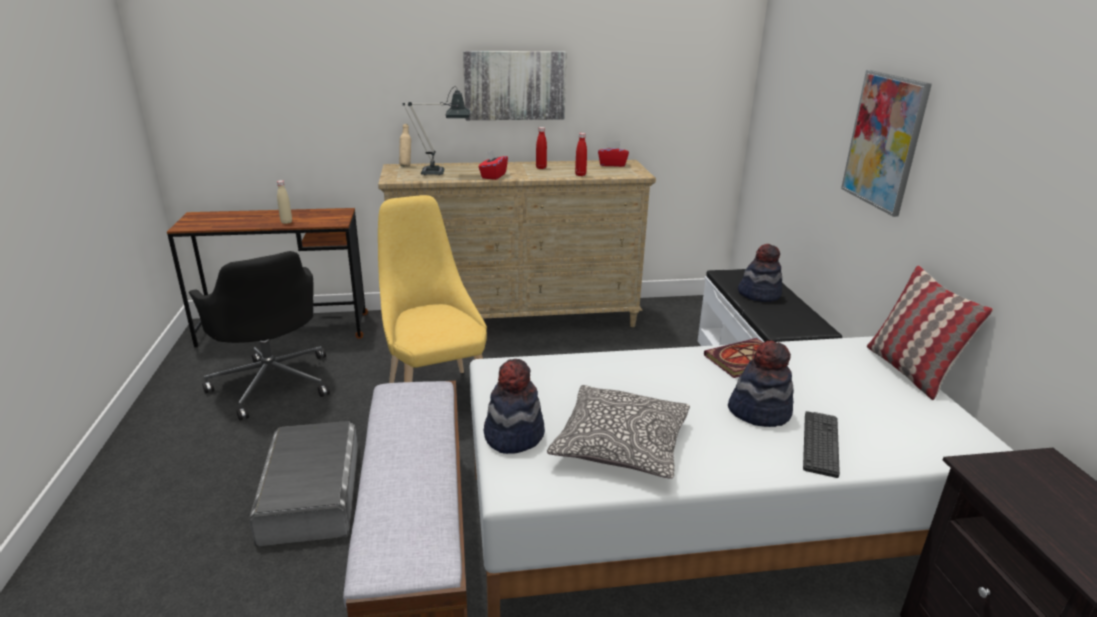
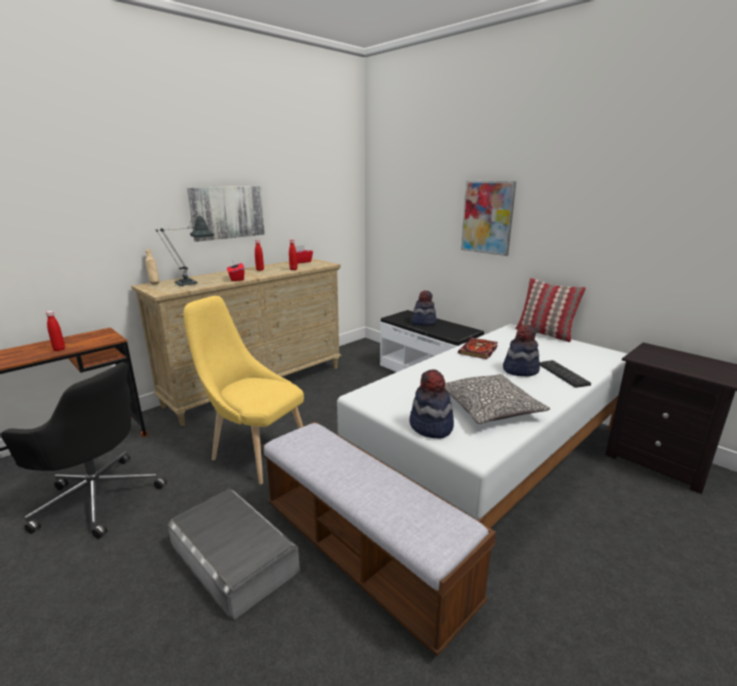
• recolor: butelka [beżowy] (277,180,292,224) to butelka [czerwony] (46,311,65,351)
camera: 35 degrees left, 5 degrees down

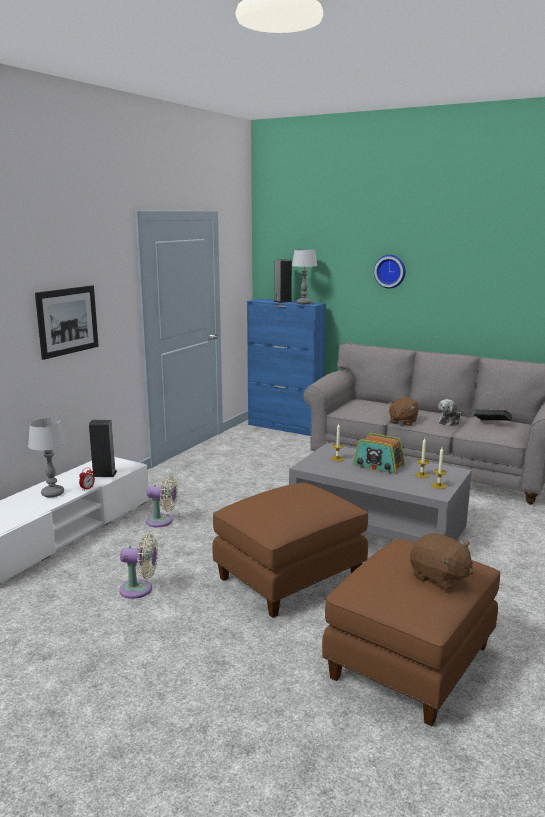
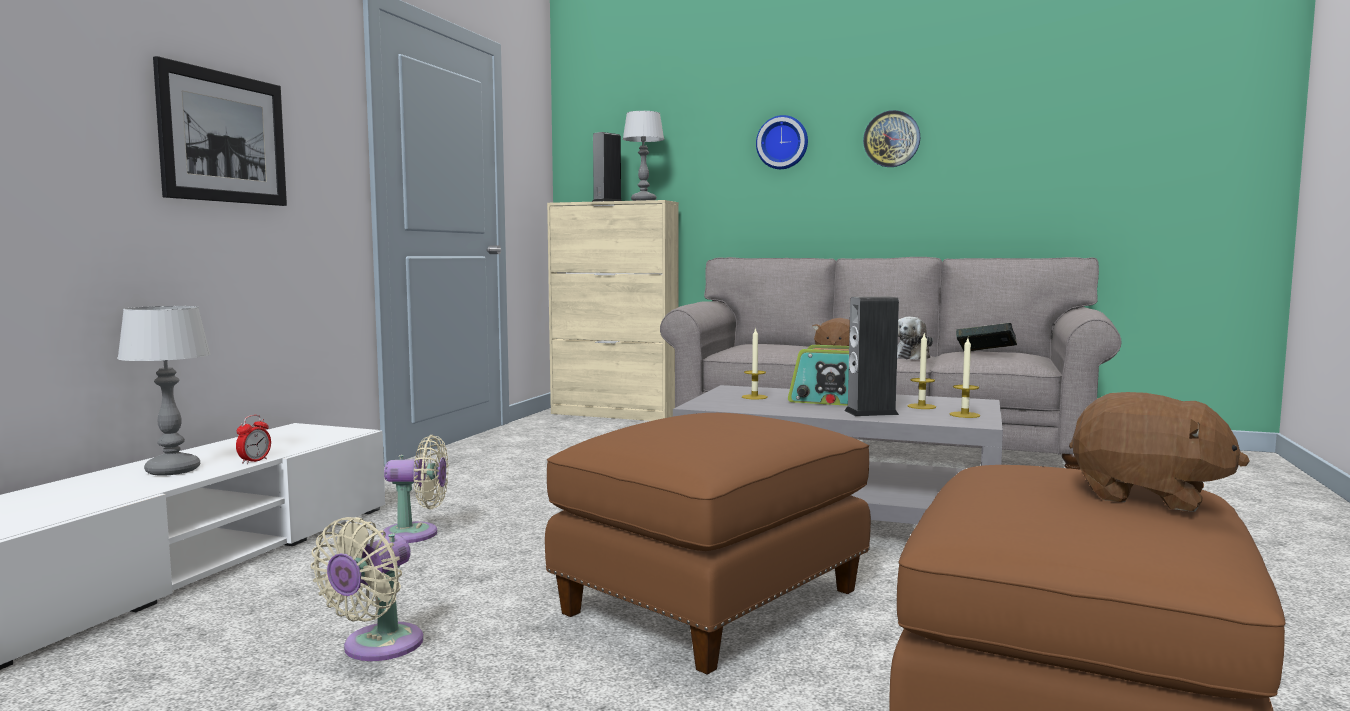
• move: głośnik (89,420,117,477) to (844,297,899,416)
• rotate: wentylator [beżowy] (119,534,158,599) = (311,517,423,661) 120 degrees clockwise
• recolor: szafka [niebieski] (247,299,326,436) to szafka [beżowy] (547,200,679,421)
• insert: zegar ścienny (863,110,920,167)
camera: 10 degrees left, 10 degrees down

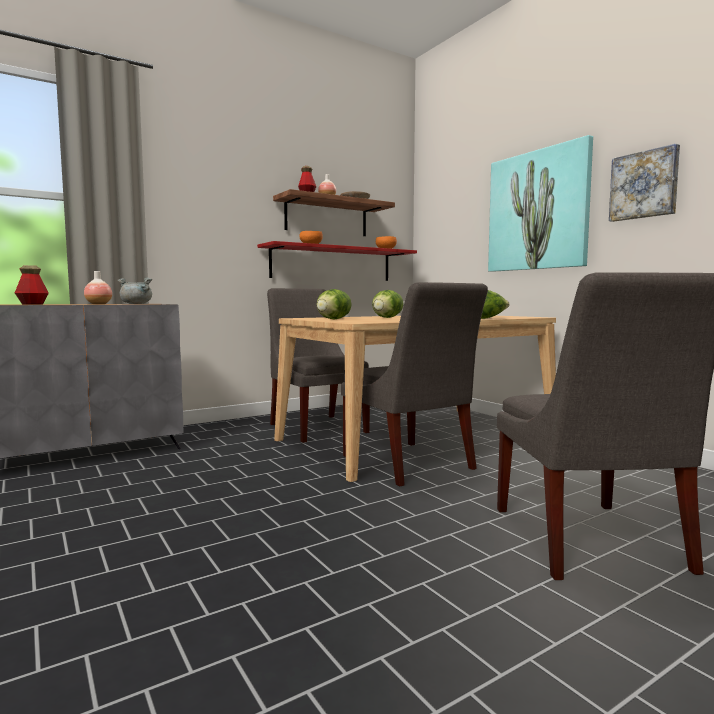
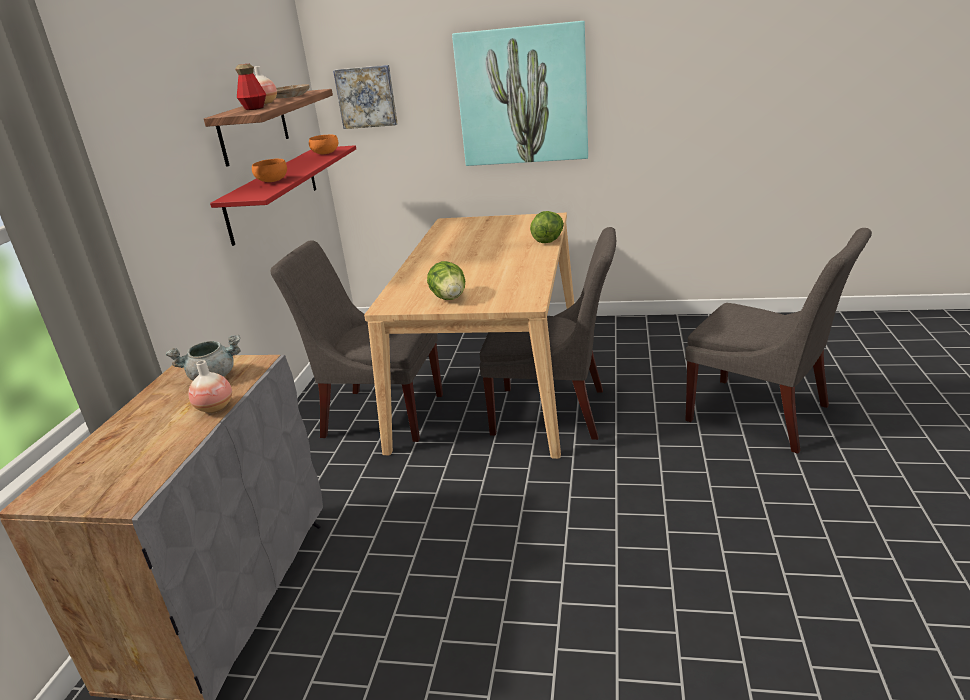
• delete: butelka (15,265,49,305)
• delete: sałata (372,290,403,318)
• move: obraz (609,144,680,222) to (333,65,398,129)
camera: 45 degrees left, 20 degrees up

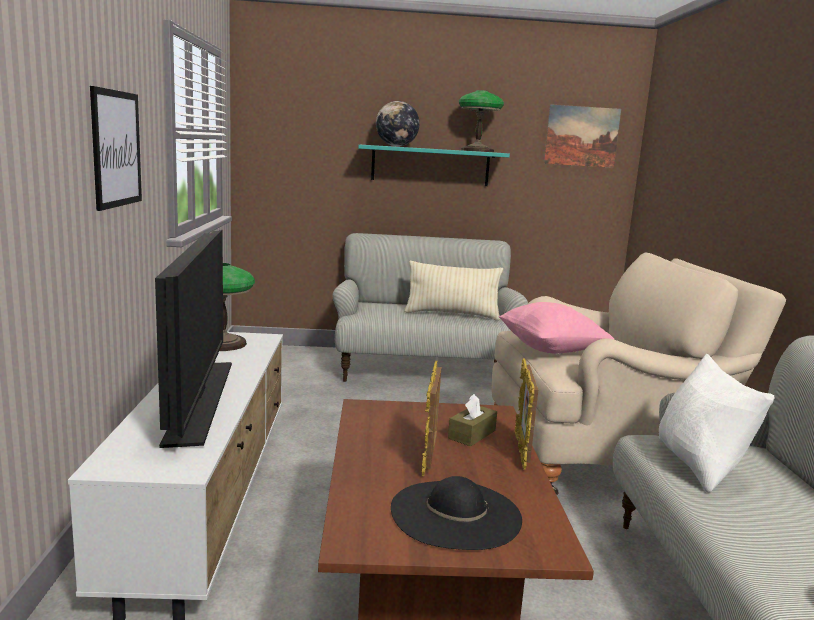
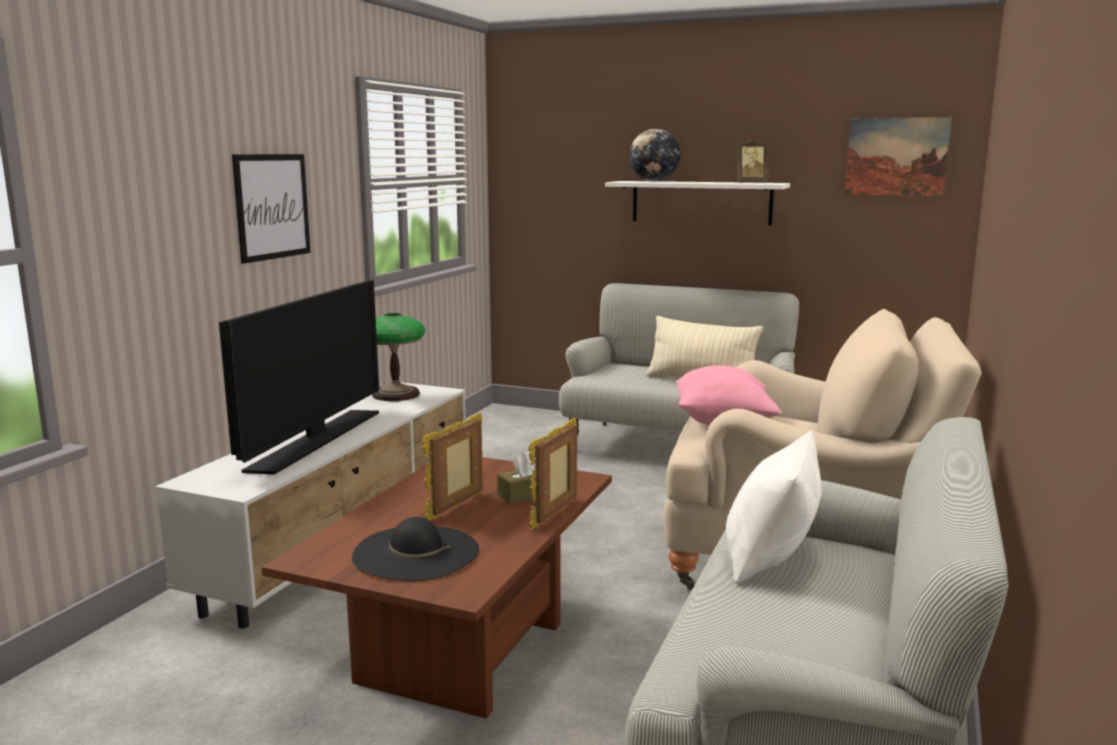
• recolor: półka [turkusowy] (358,145,510,186) to półka [biały] (605,181,790,225)
• replace: lampa stołowa (459,90,504,152) to ramka na zdjęcie (737,137,768,183)
camera: 25 degrees right, 0 degrees up

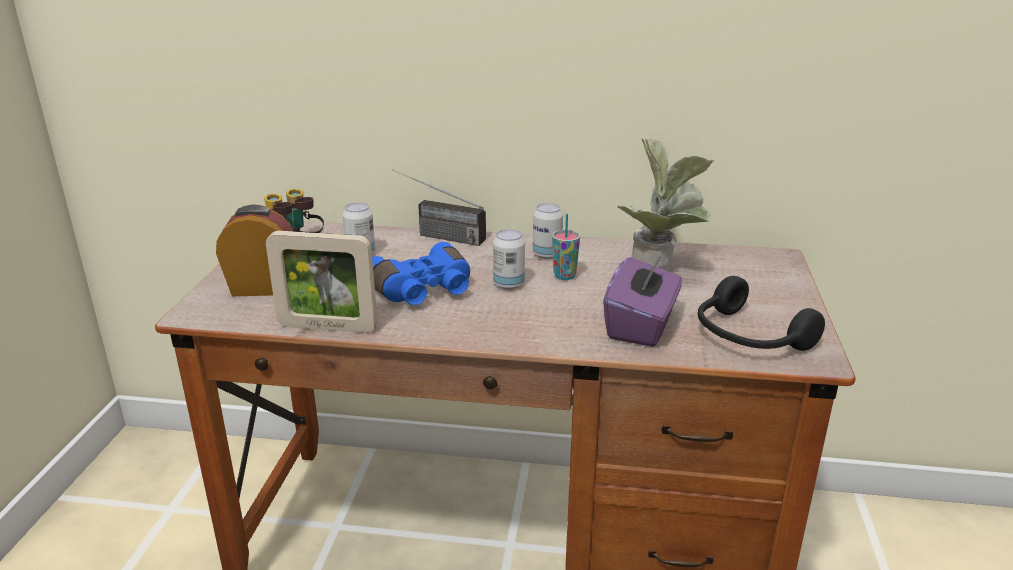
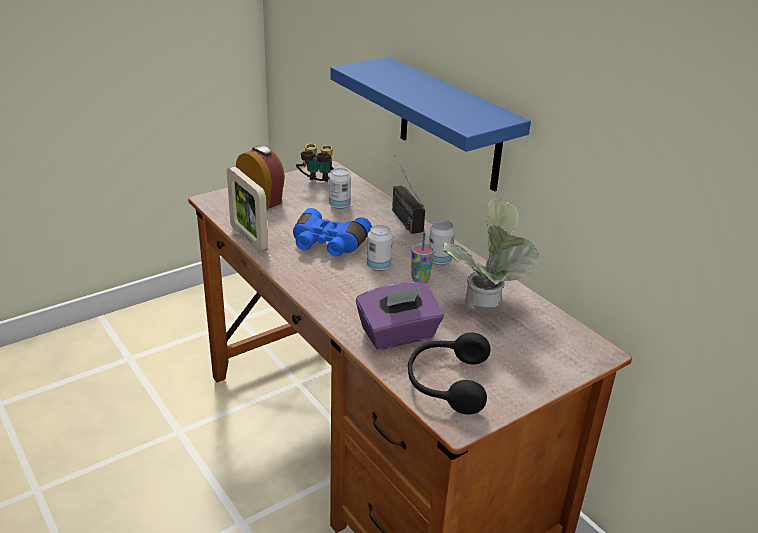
• insert: półka [niebieski] (331,57,531,192)
camera: 45 degrees right, 5 degrees up

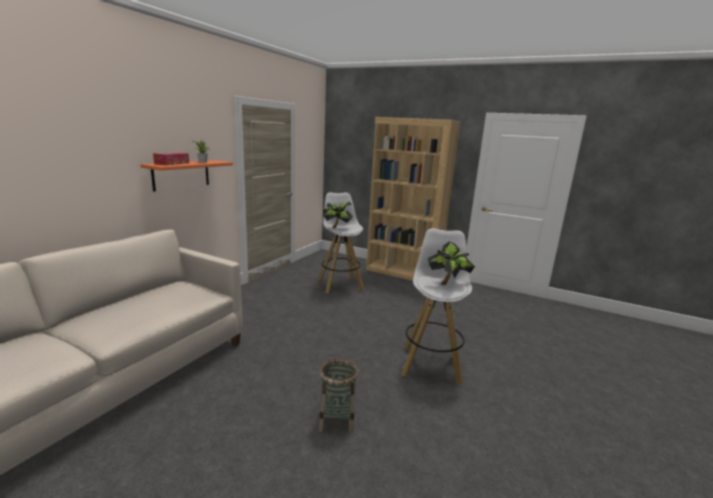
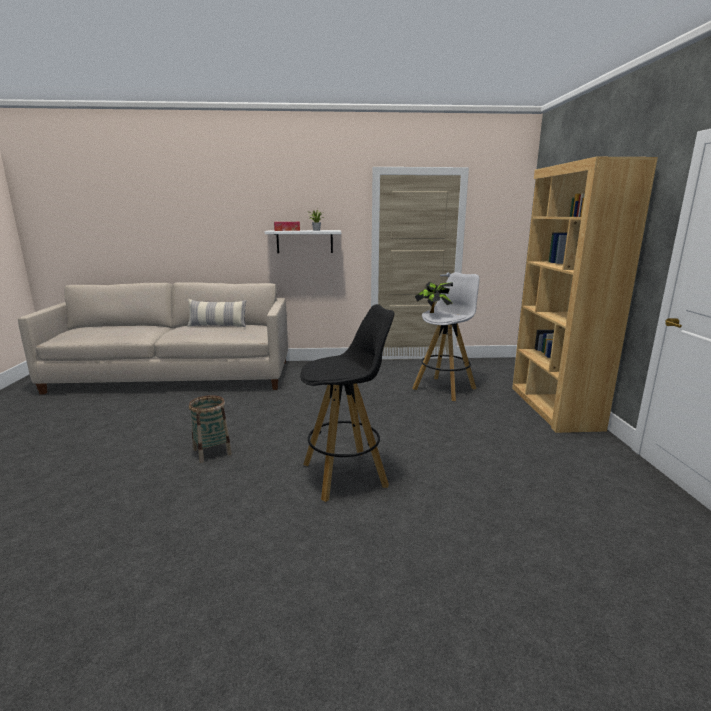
• recolor: półka [pomarańczowy] (140,160,233,192) to półka [biały] (265,230,341,253)
• recolor: stołek [biały] (401,228,472,385) to stołek [czarny] (300,304,395,502)
• delete: roślina doniczkowa (427,241,475,285)
• insert: poduszka (187,299,246,327)
camera: 60 degrees right, 0 degrees up

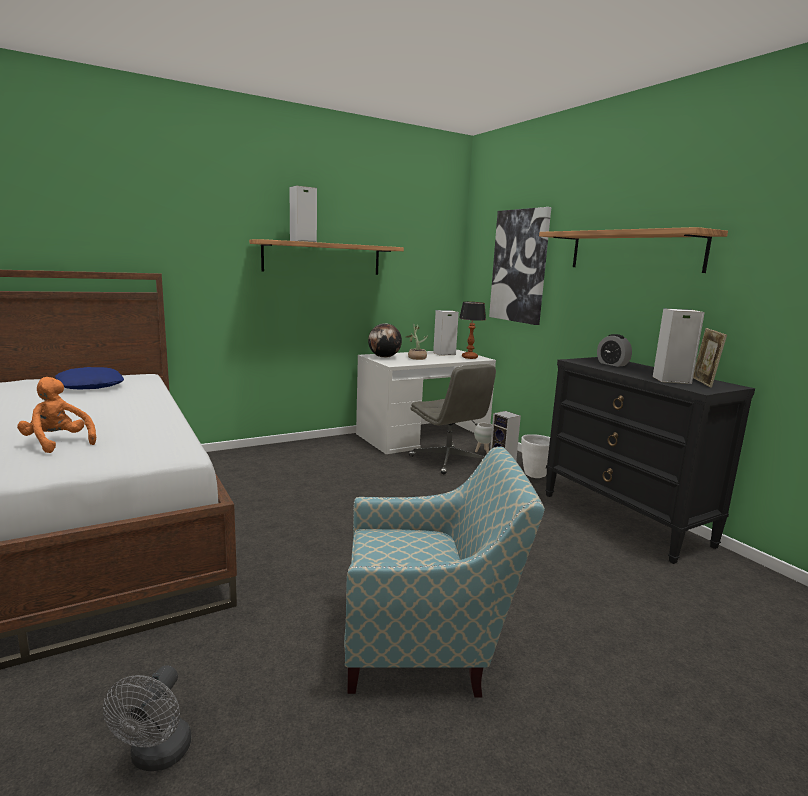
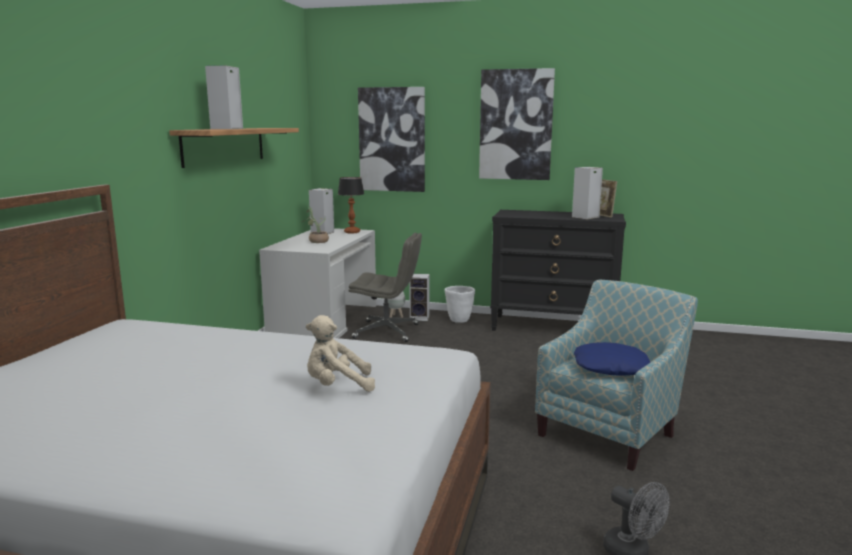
• recolor: pluszak [pomarańczowy] (17,377,96,453) to pluszak [beżowy] (306,315,375,392)
• move: poduszka [niebieski] (55,367,124,389) to (574,342,650,376)
• delete: globus (368,323,402,358)
• replace: półka (539,227,728,273) to obraz (479,68,555,180)
• delete: budzik (597,334,632,367)
camera: 45 degrees left, 0 degrees up

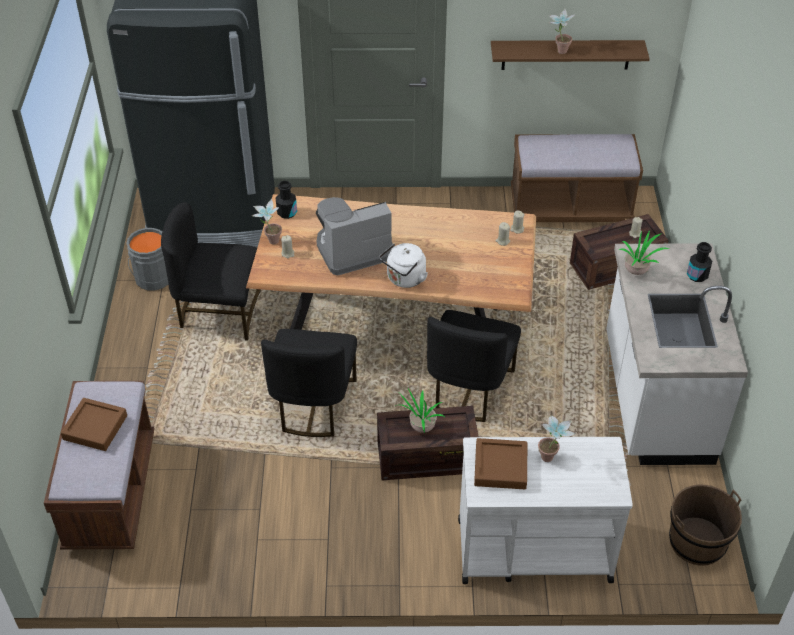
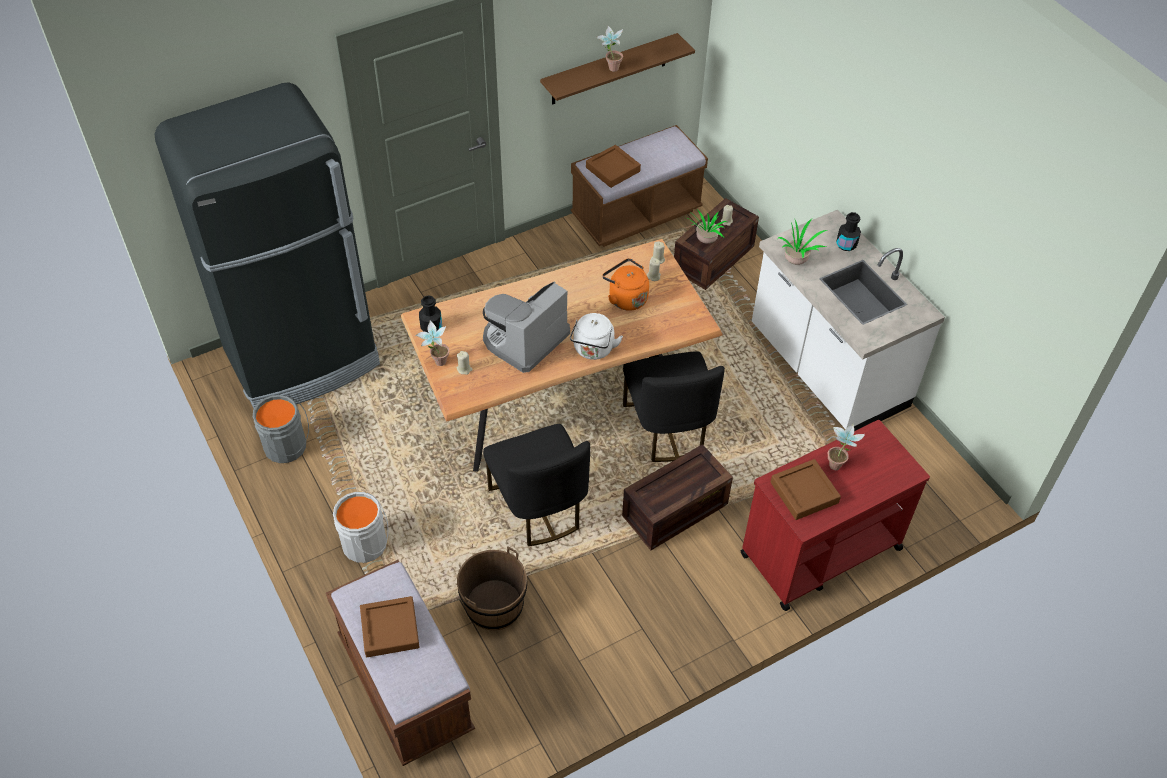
• delete: krzesło [czarny] (161,202,261,341)
• move: roślina doniczkowa (395,389,445,433) to (684,209,727,244)
• recolor: wózek [biały] (458,437,633,584) to wózek [czerwony] (741,420,930,611)
• move: wiadro [brązowy] (669,485,742,566) to (457,546,527,631)
• insert: wiadro [szary] (333,492,389,563)
• insert: taca [brązowy] (586,145,641,188)
• insert: czajnik [pomarańczowy] (602,258,649,311)
camera: 30 degrees left, 5 degrees up

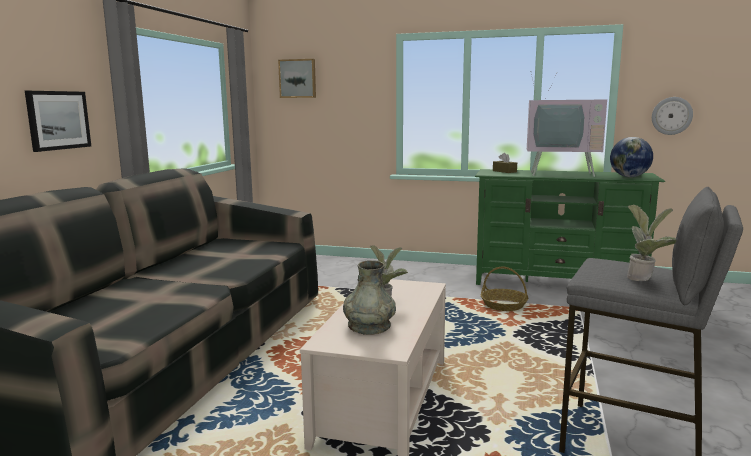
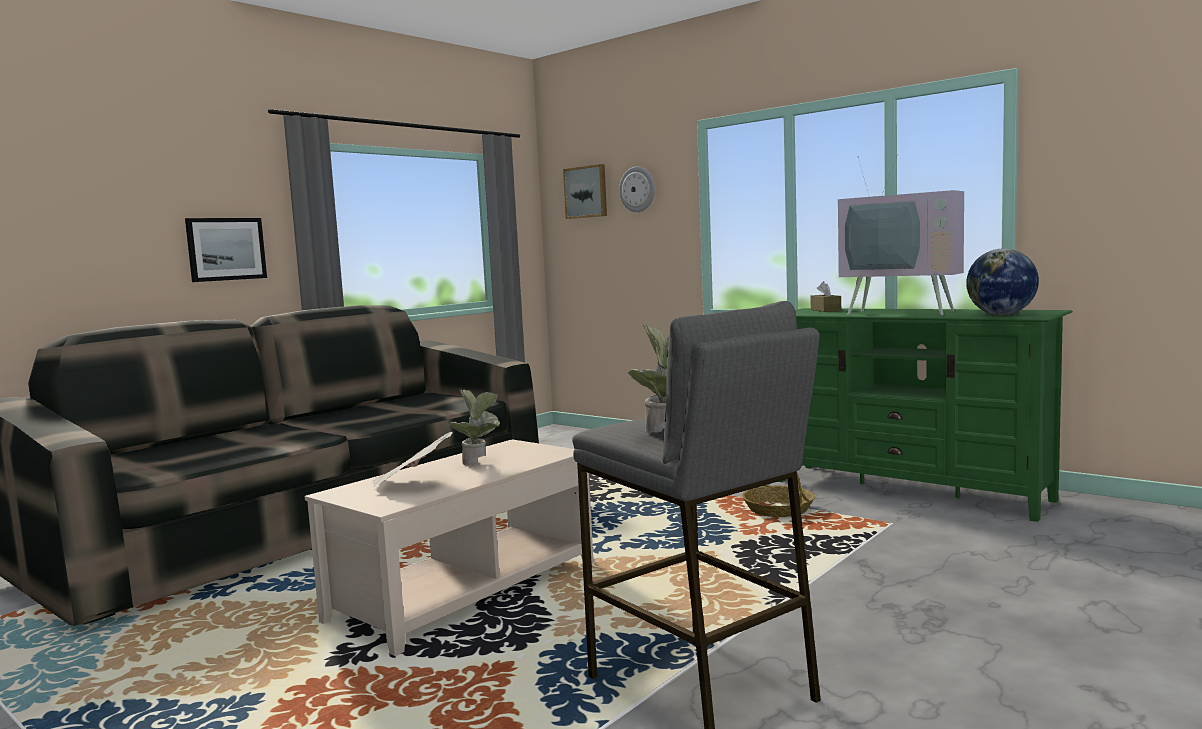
• replace: wazon [szary] (343,260,396,335) to gazeta (372,432,452,487)
• move: zegar ścienny (652,97,693,135) to (619,167,655,212)
camera: 25 degrees right, 5 degrees down

